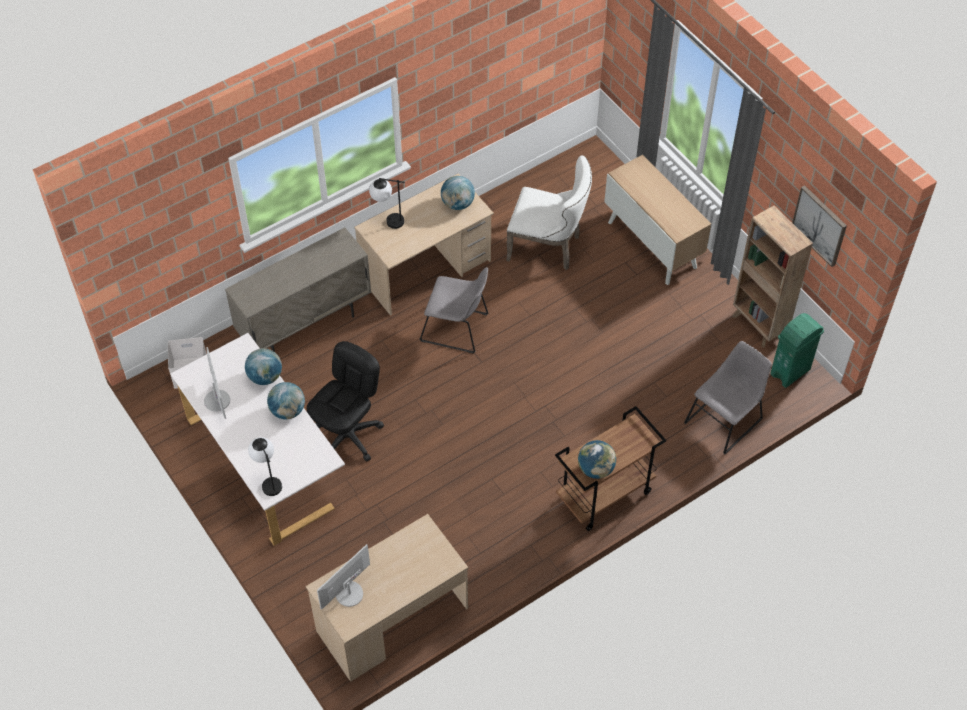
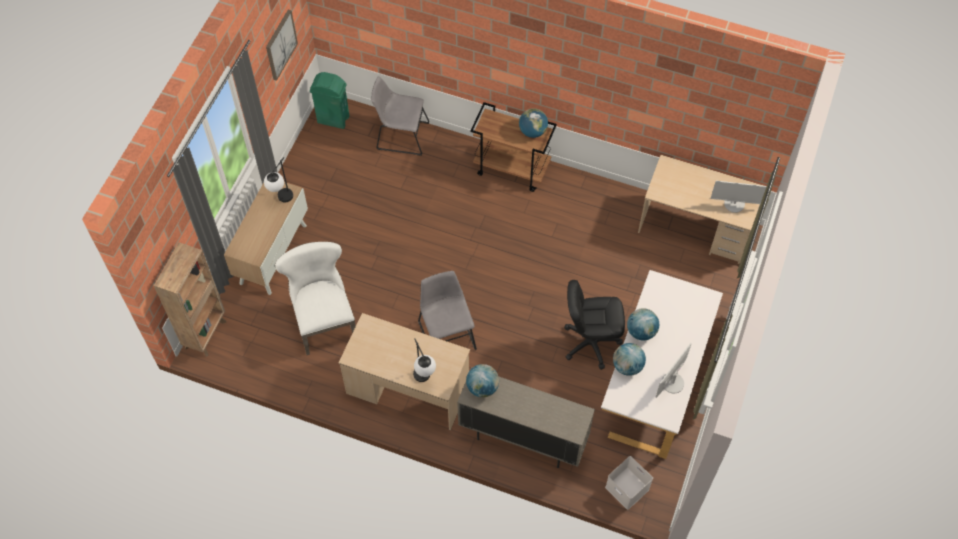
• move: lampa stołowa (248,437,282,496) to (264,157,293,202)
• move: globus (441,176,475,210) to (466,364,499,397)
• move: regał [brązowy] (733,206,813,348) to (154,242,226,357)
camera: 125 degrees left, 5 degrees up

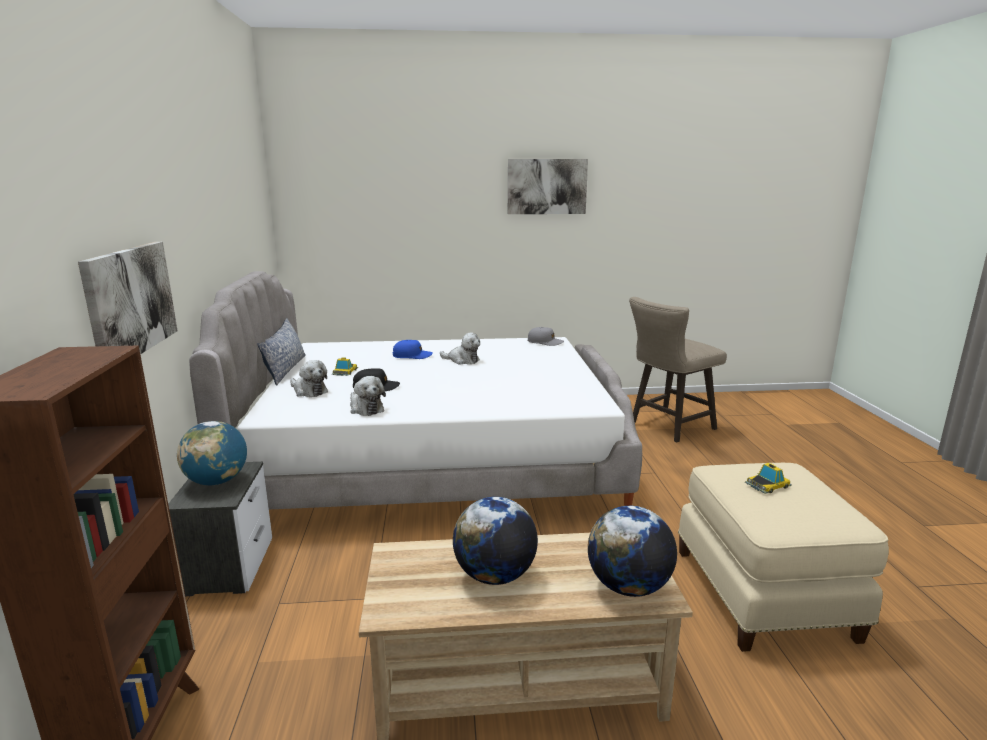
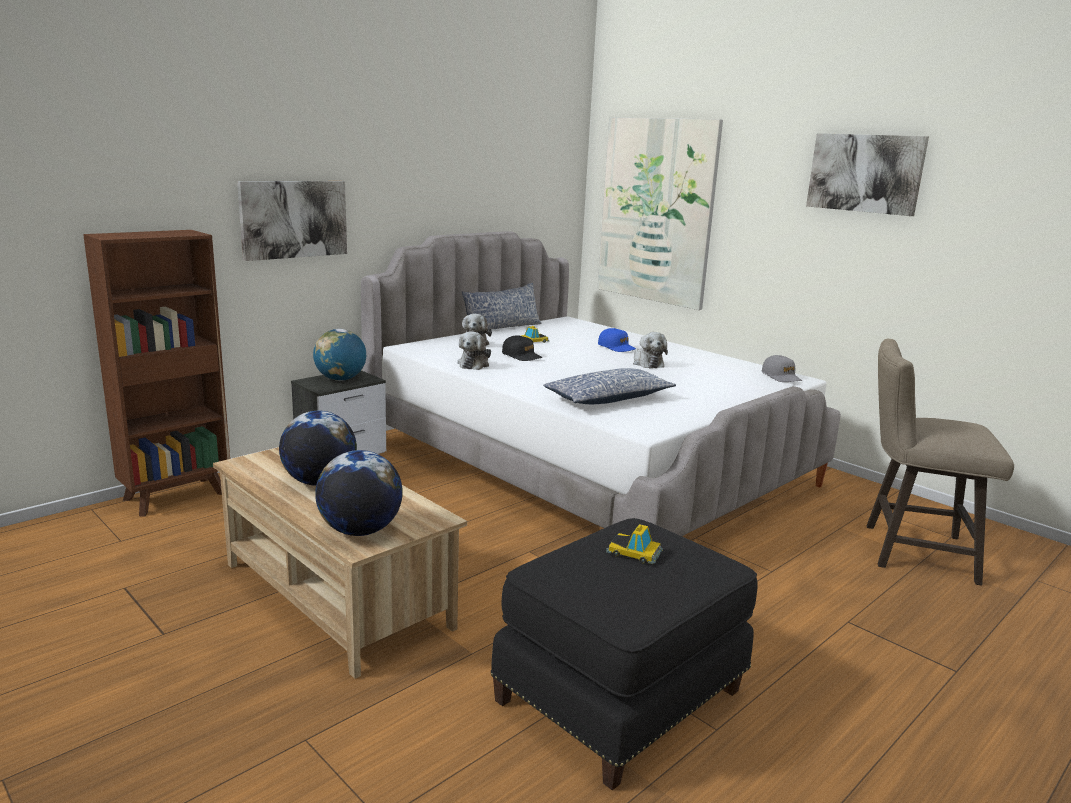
• recolor: pufa [beżowy] (678,463,889,652) to pufa [czarny] (491,518,758,790)
• insert: poduszka (543,368,676,404)
• insert: obraz (598,117,723,310)
camera: 50 degrees right, 0 degrees up

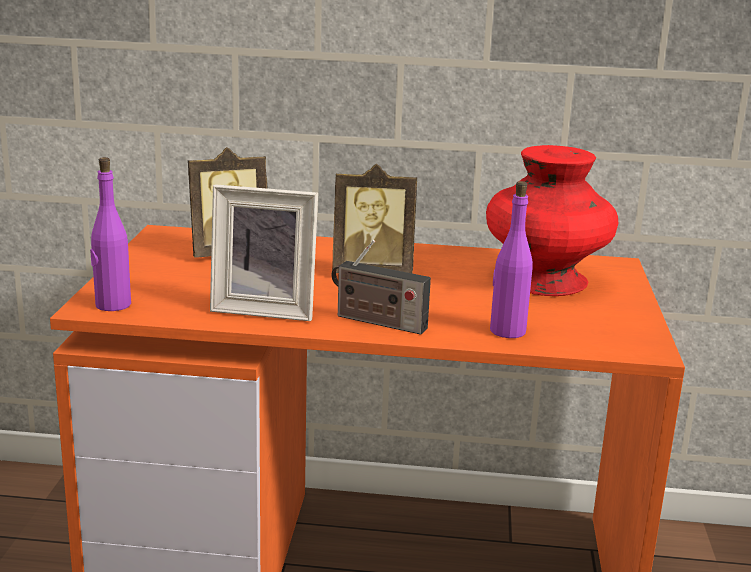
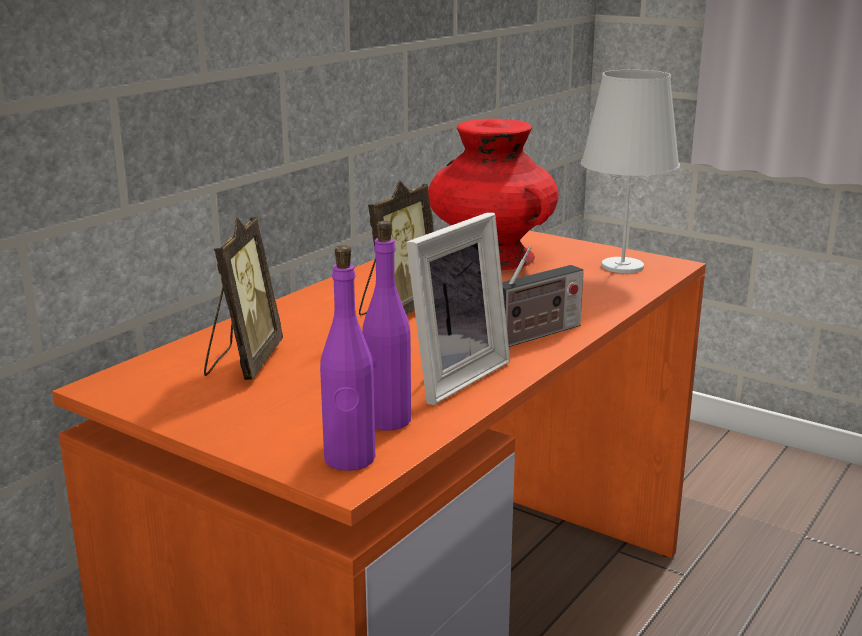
• move: butelka [fioletowy] (490,181,533,338) to (362,221,411,430)
• insert: lampa stołowa [biały] (581,70,680,273)
camera: 60 degrees left, 0 degrees up

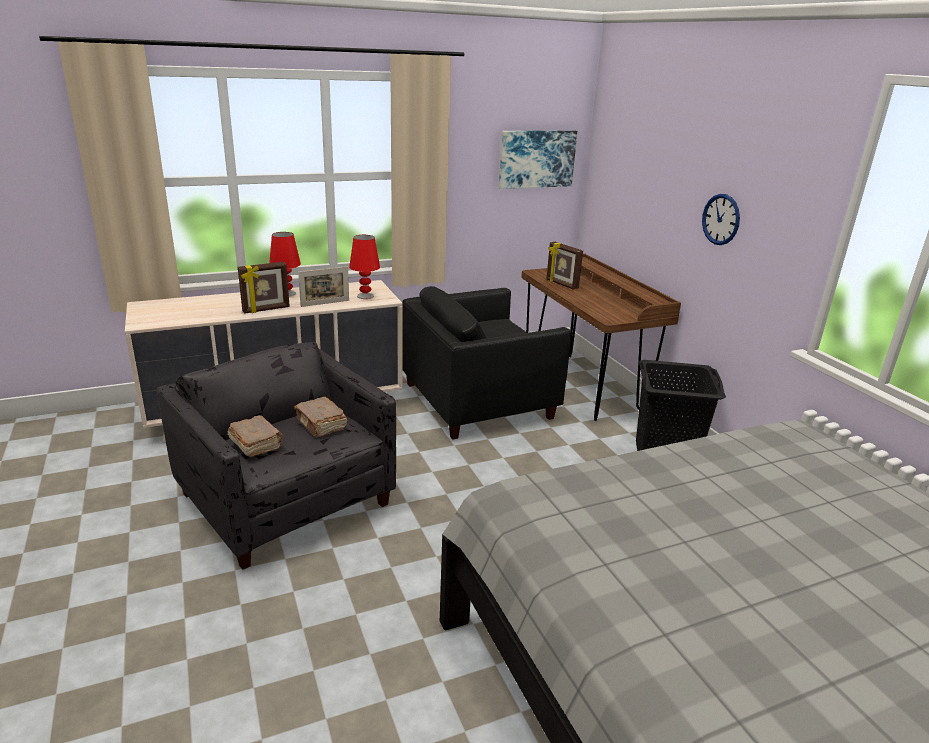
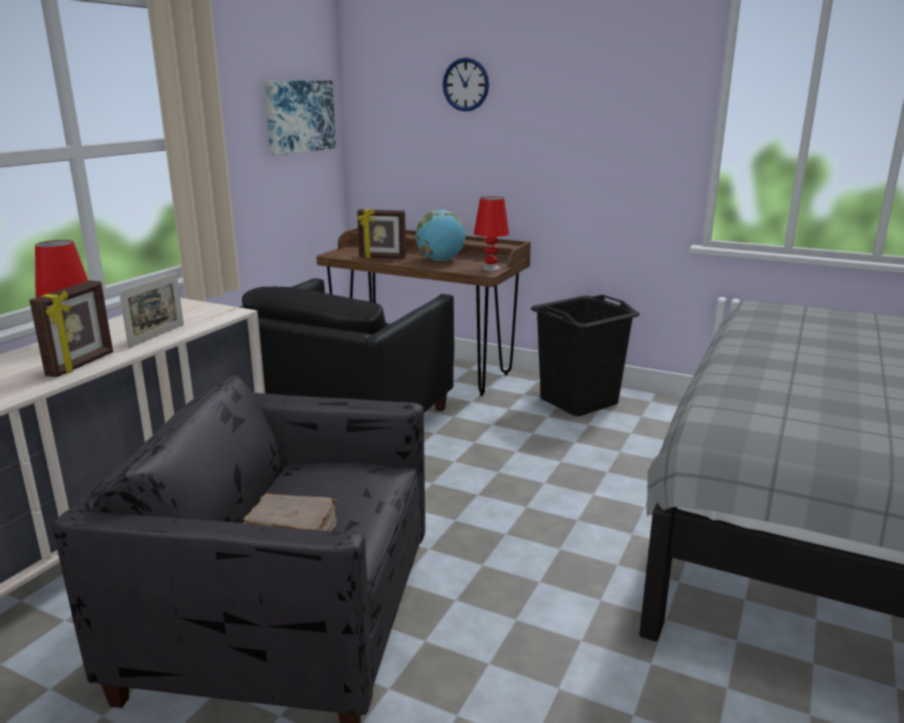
• delete: książka [brązowy] (294,397,347,438)
• move: lampa stołowa [czerwony] (349,235,380,299) to (474,196,509,271)
• move: zegar ścienny (702,194,740,245) to (443,58,489,112)
• insert: globus (416,210,465,261)
camera: 40 degrees left, 5 degrees down

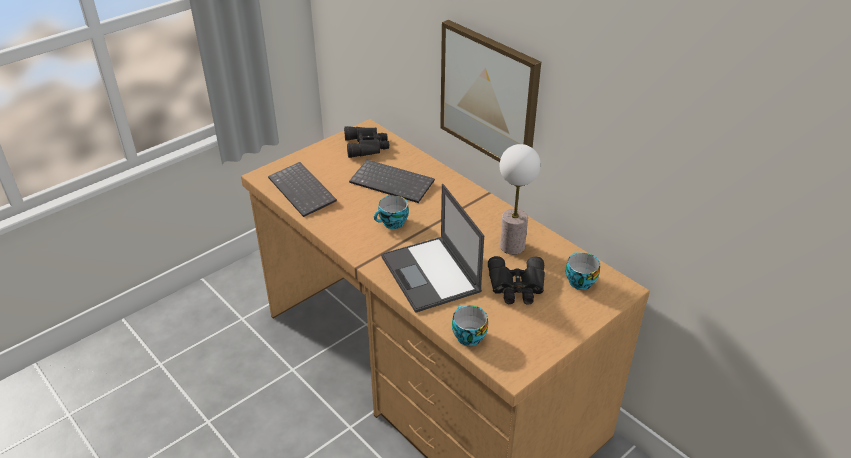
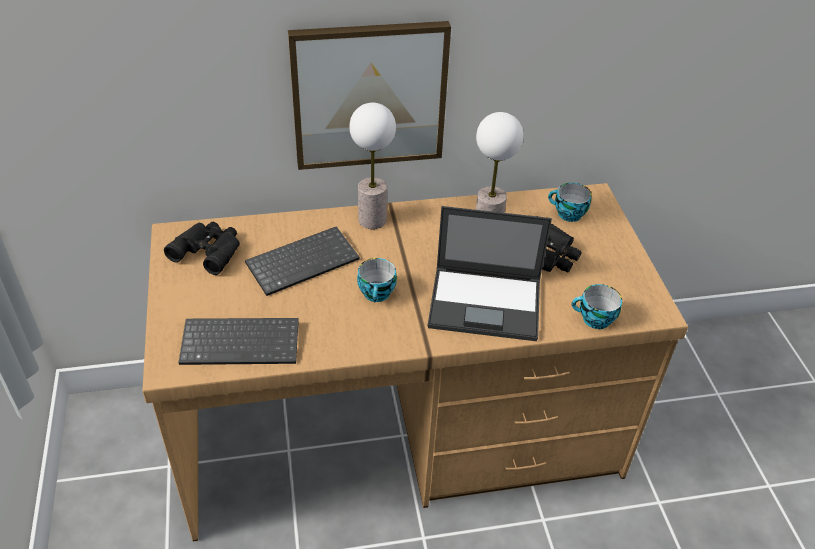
• insert: lampa stołowa (349,103,396,229)
camera: 60 degrees left, 5 degrees up

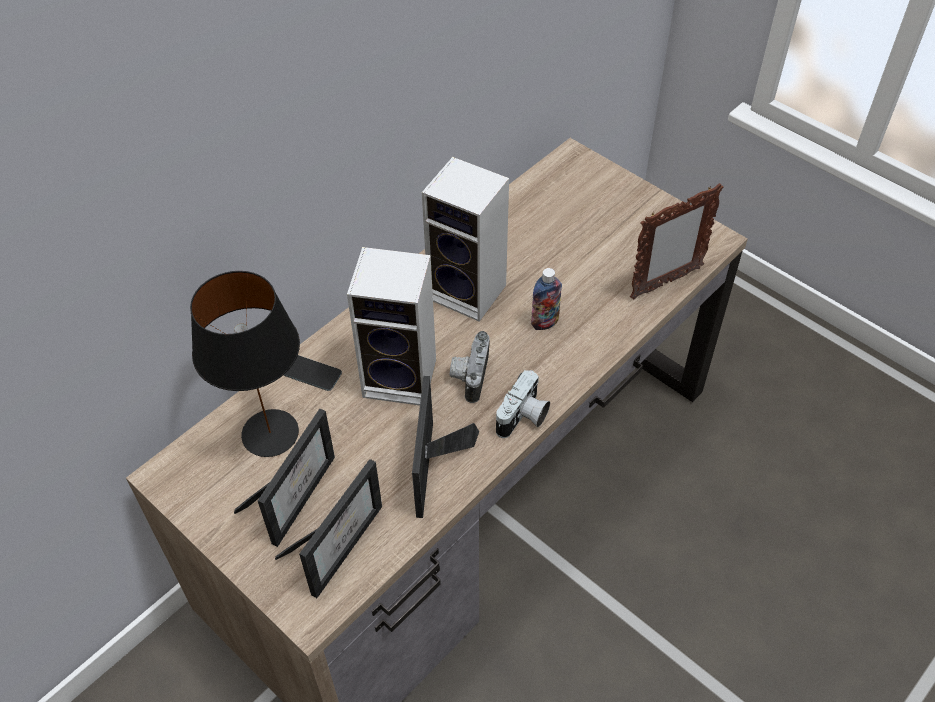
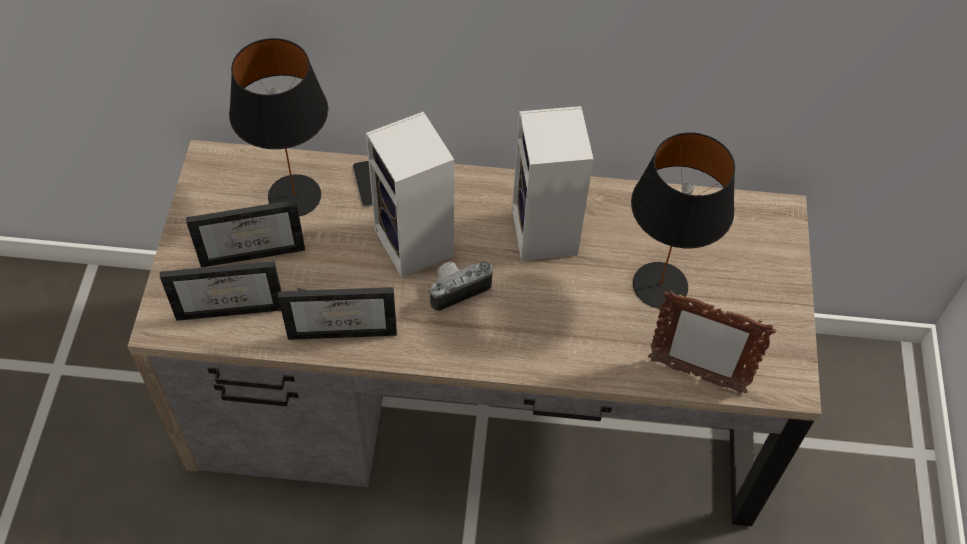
• rotate: ramka na zdjęcie (412,376,479,518) = (278,287,397,340) 150 degrees counterclockwise
• delete: aparat fotograficzny (496,370,550,438)
• delete: butelka (531,268,562,330)
• insert: lampa stołowa [czarny] (631,132,735,309)
camera: 50 degrees right, 5 degrees up

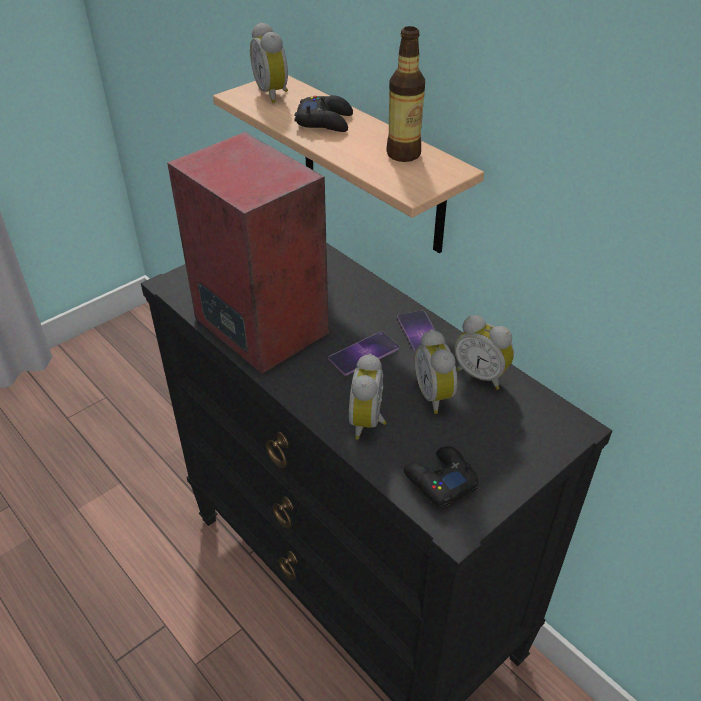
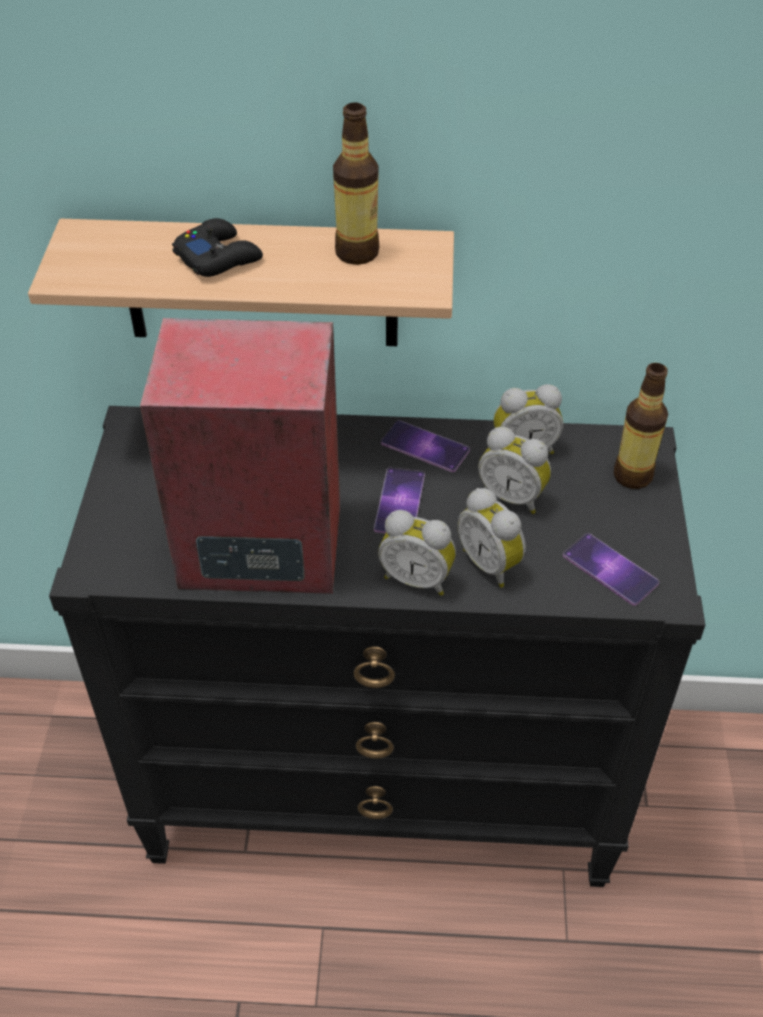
• move: budzik (250,22,288,103) to (378,510,456,596)
• replace: pad do gier [czarny] (404,446,479,507) to telefon (563,533,659,606)
• insert: butelka (614,363,668,489)
camera: 45 degrees left, 5 degrees up

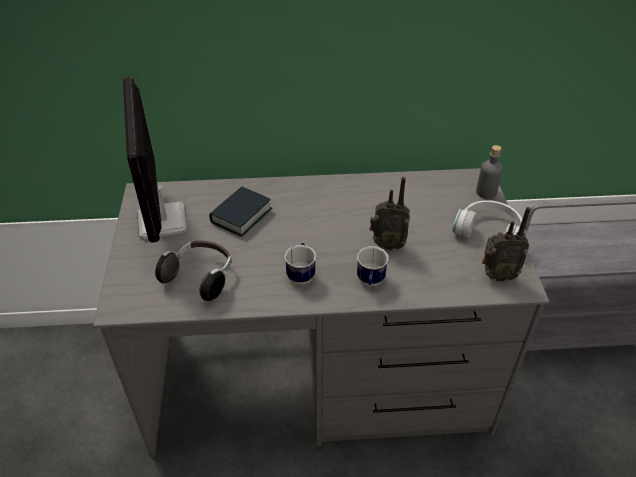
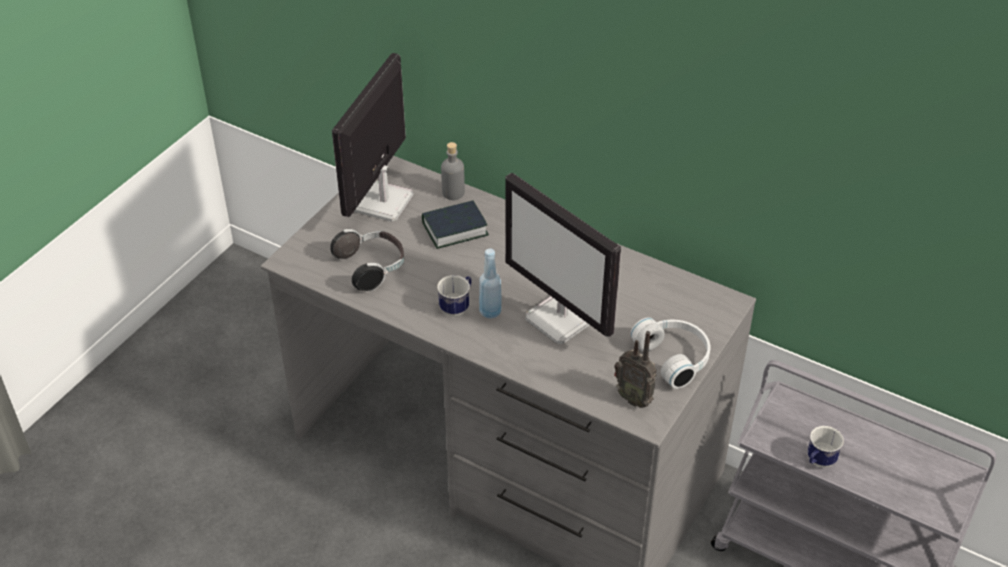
• move: kubek (357,246,389,286) to (807,426,844,468)
• replace: radio (370,177,410,250) to monitor (505,173,621,344)
• move: butelka [szary] (476,145,503,199) to (441,142,465,200)
• insert: butelka [niebieski] (479,248,502,319)
camera: 35 degrees right, 0 degrees up

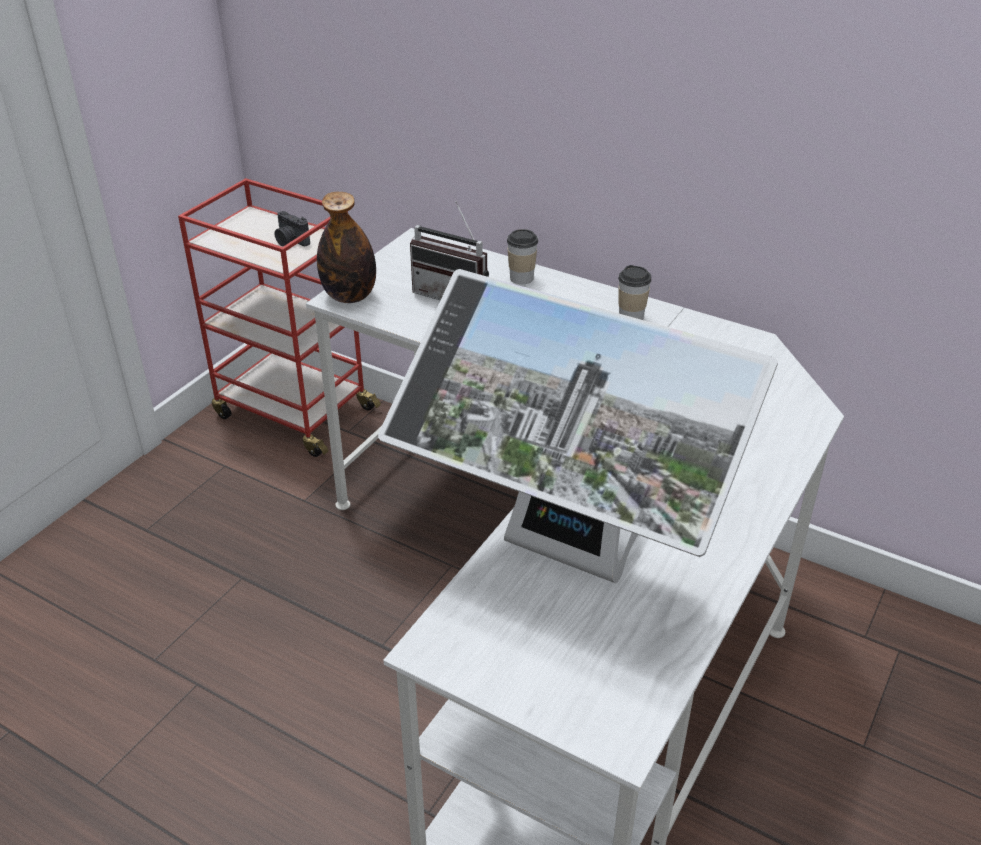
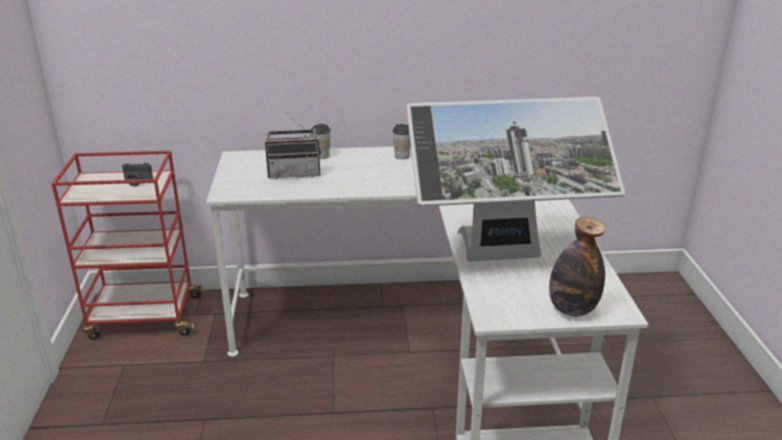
• move: butelka (317,192,376,303) to (549,217,606,317)
camera: 35 degrees left, 10 degrees down

